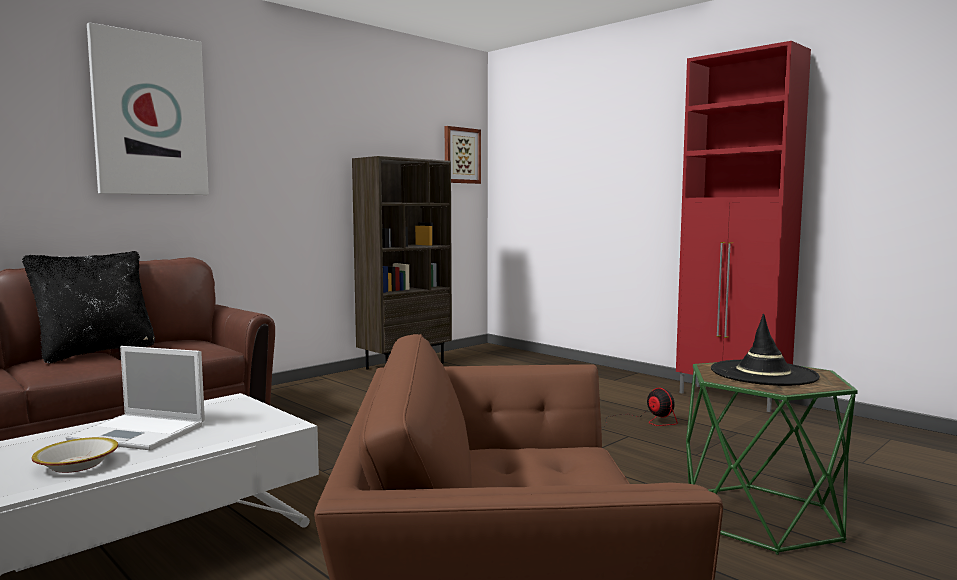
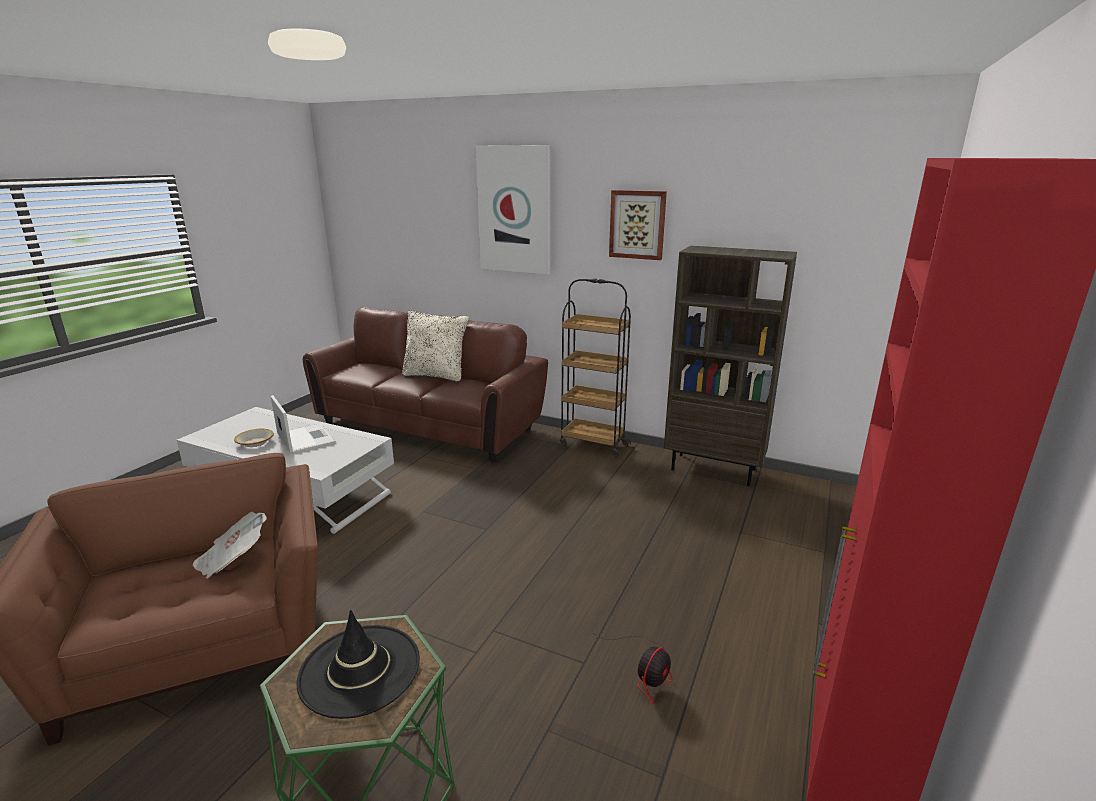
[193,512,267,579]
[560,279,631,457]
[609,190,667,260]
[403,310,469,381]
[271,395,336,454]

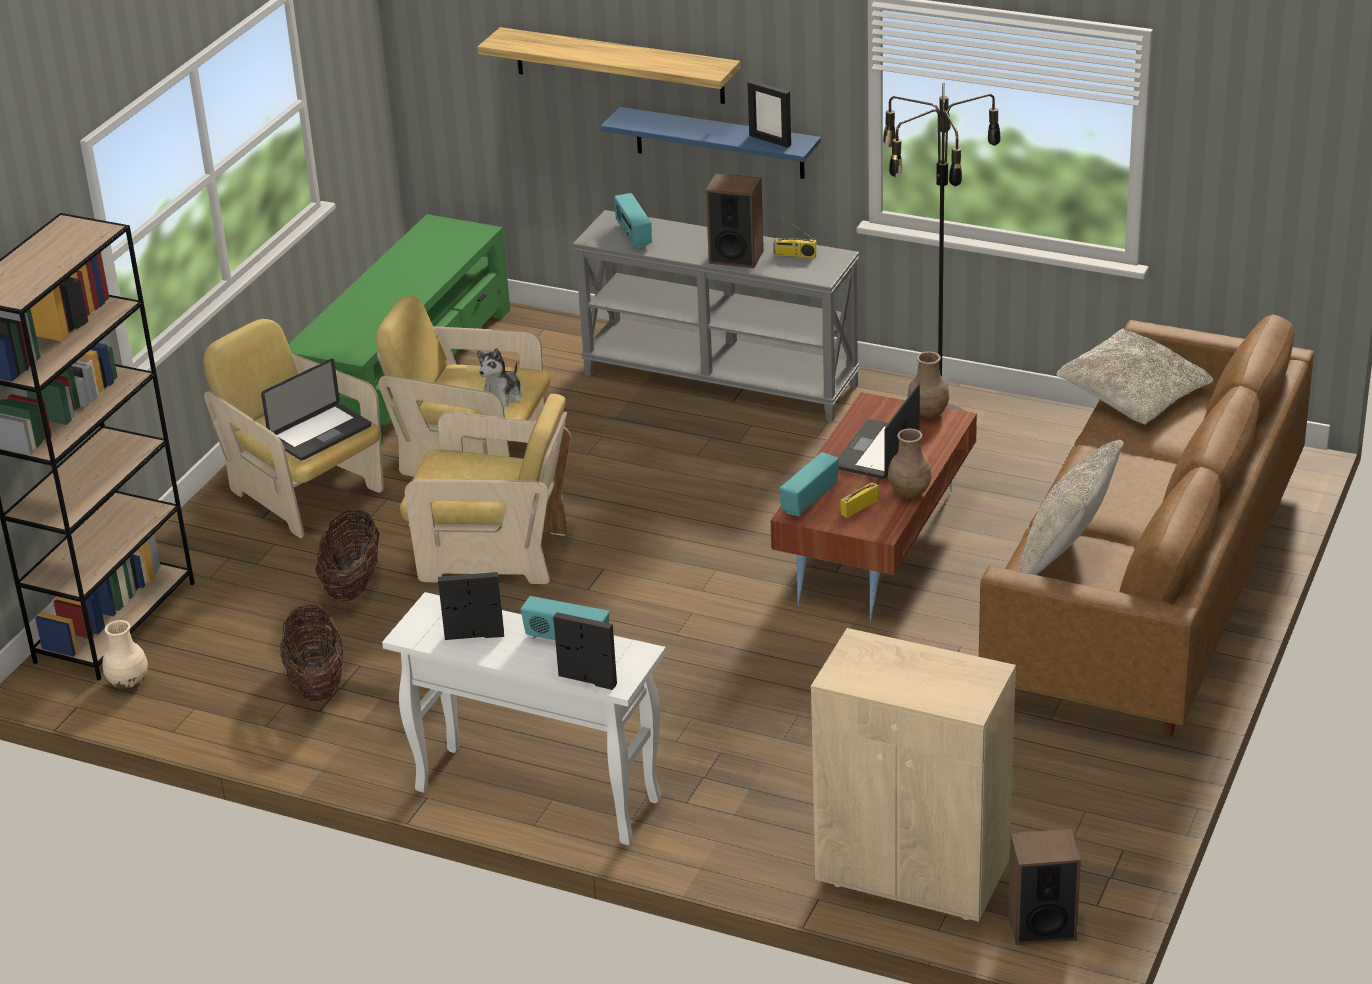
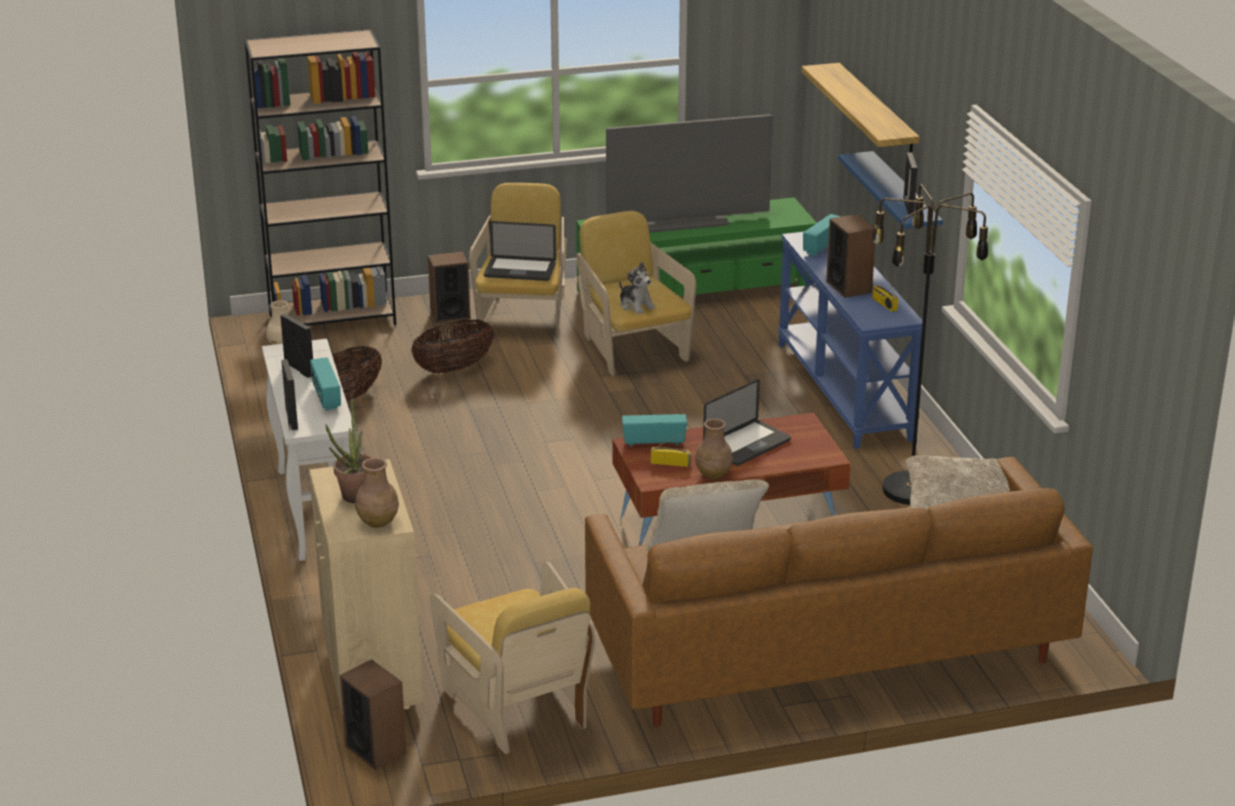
[325,394,372,503]
[428,251,470,323]
[606,114,773,233]
[430,562,596,754]
[355,458,399,528]
[777,232,923,449]
[619,262,655,314]
[703,379,791,466]

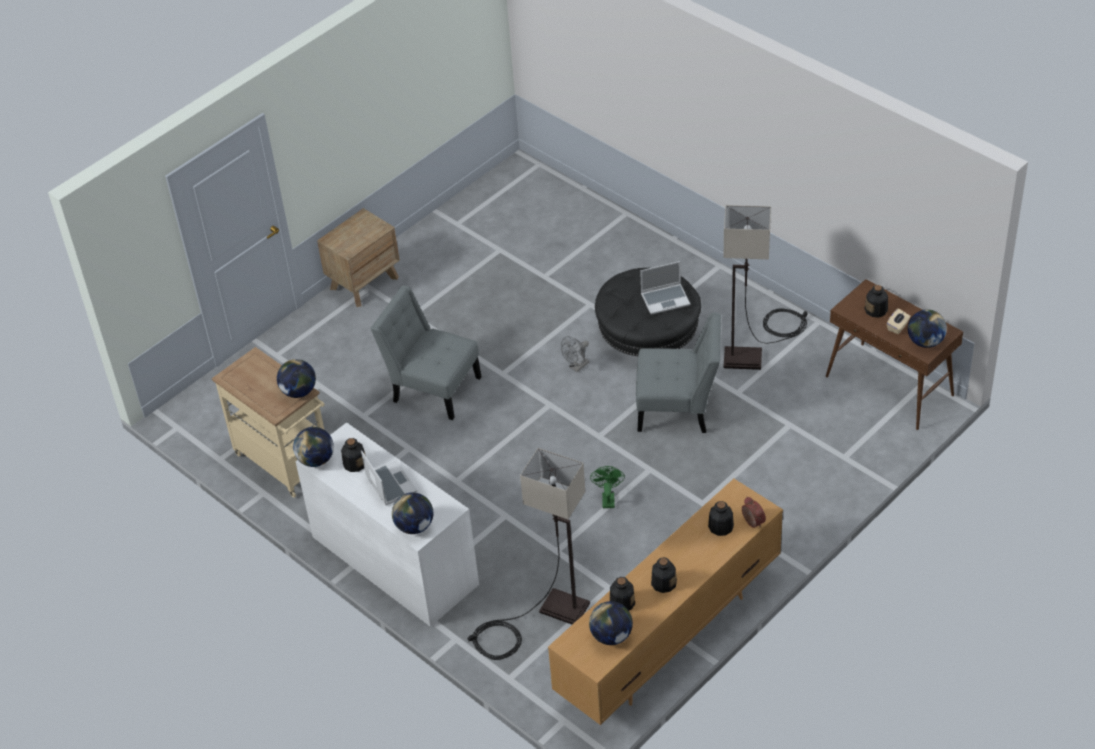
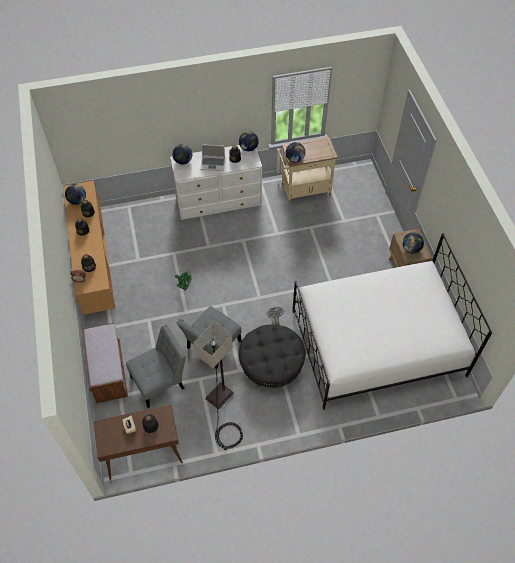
[468,448,590,660] (first image)
[640,261,690,315] (first image)
[82,323,128,403]
[292,233,492,410]
[126,325,186,408]
[402,232,424,254]

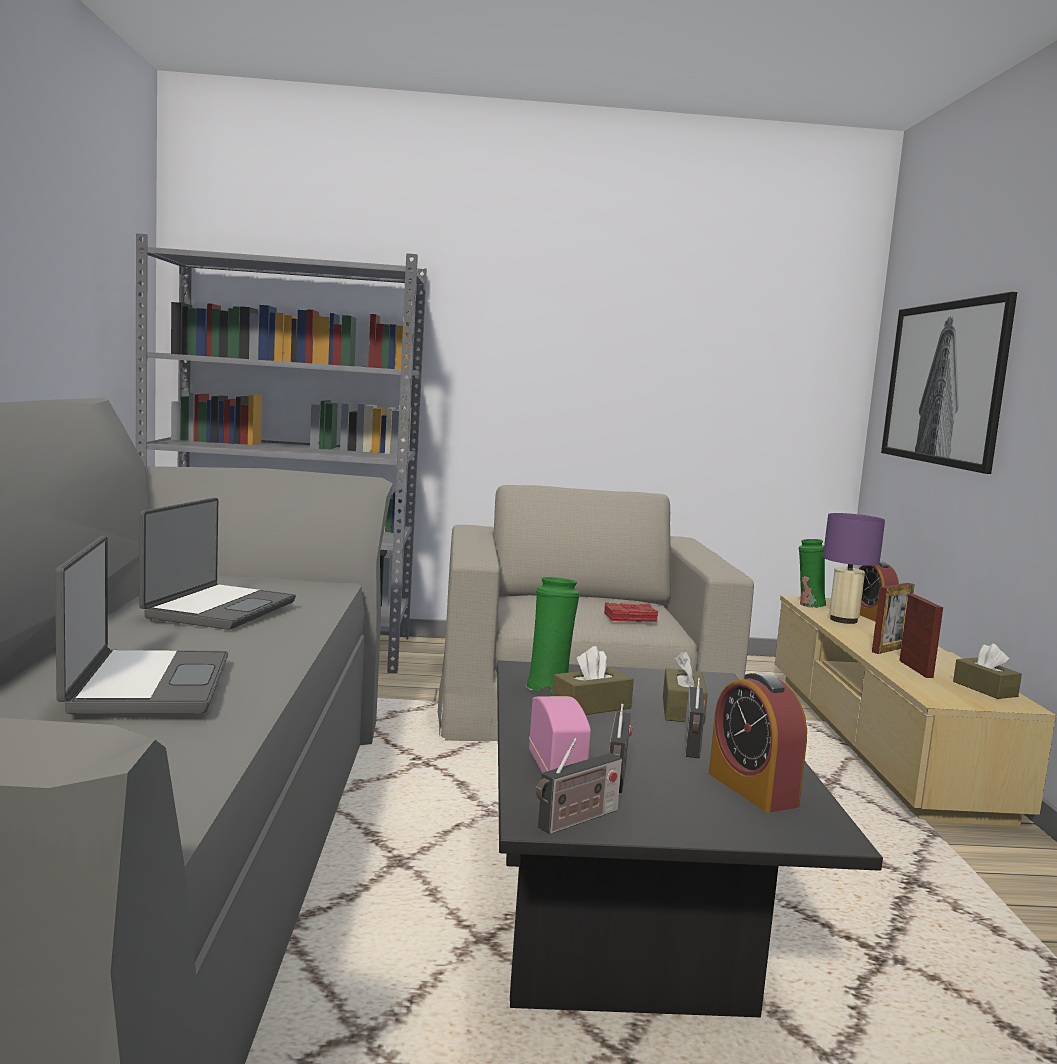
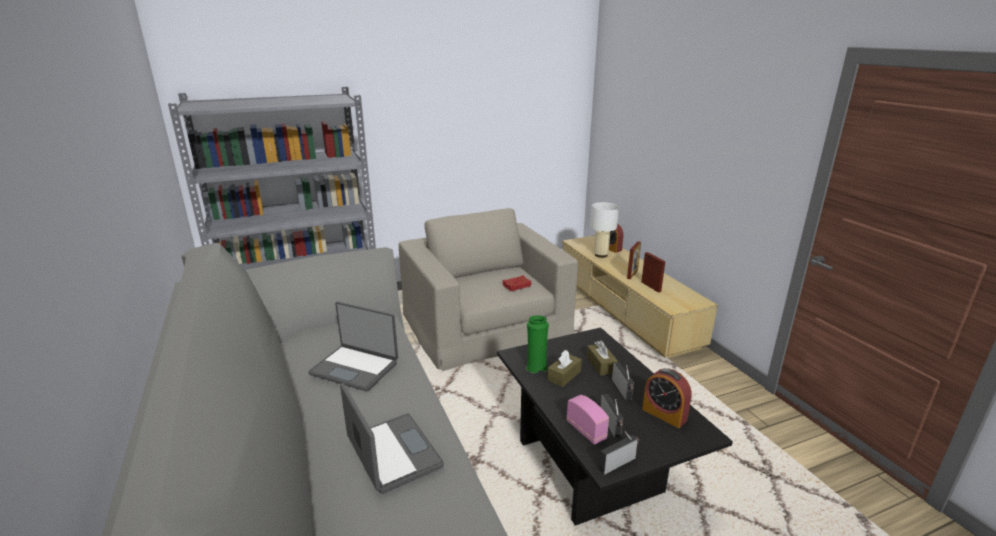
[799,539,827,608] (first image)
[881,292,1017,474] (first image)
[953,644,1022,699] (first image)
[590,202,619,258]
[308,301,398,392]
[599,431,639,475]

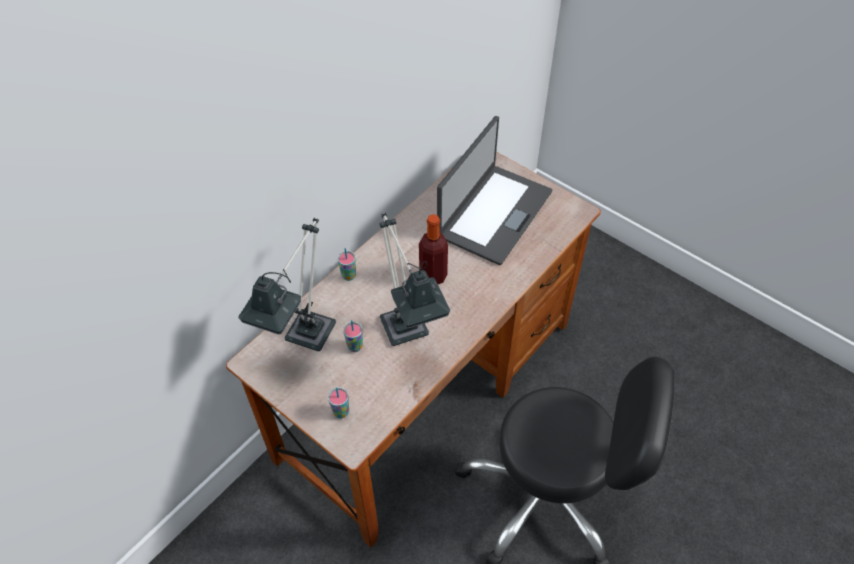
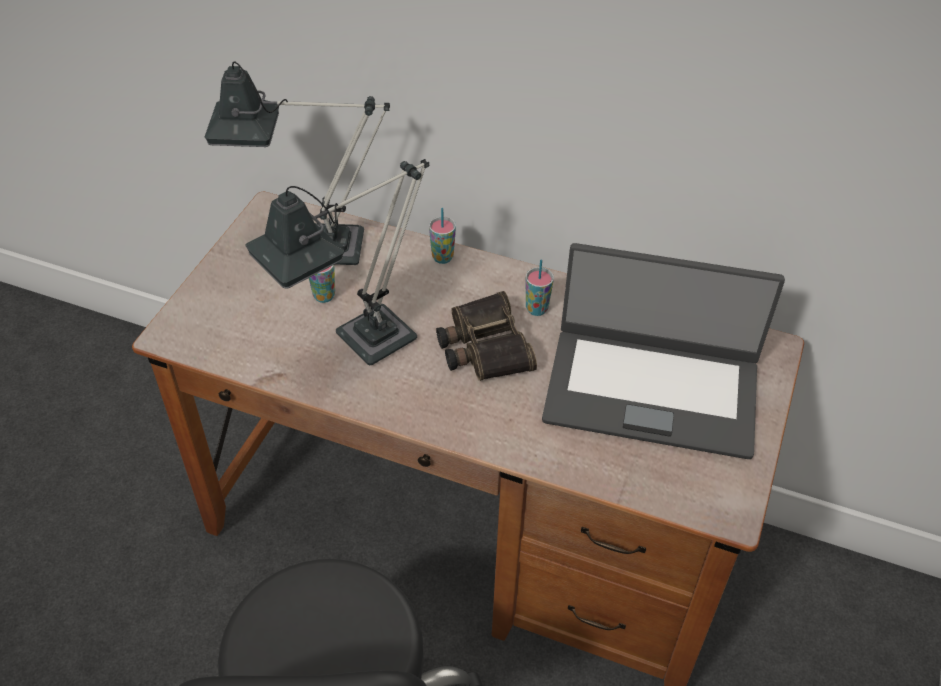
[526,259,554,316]
[436,291,537,381]

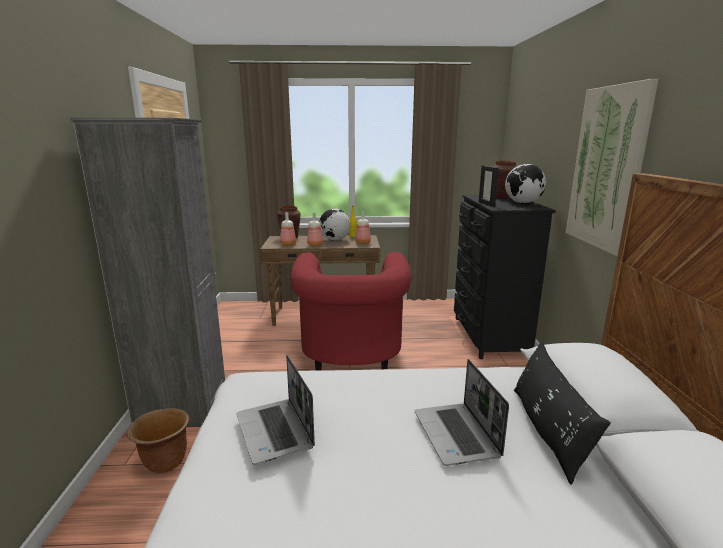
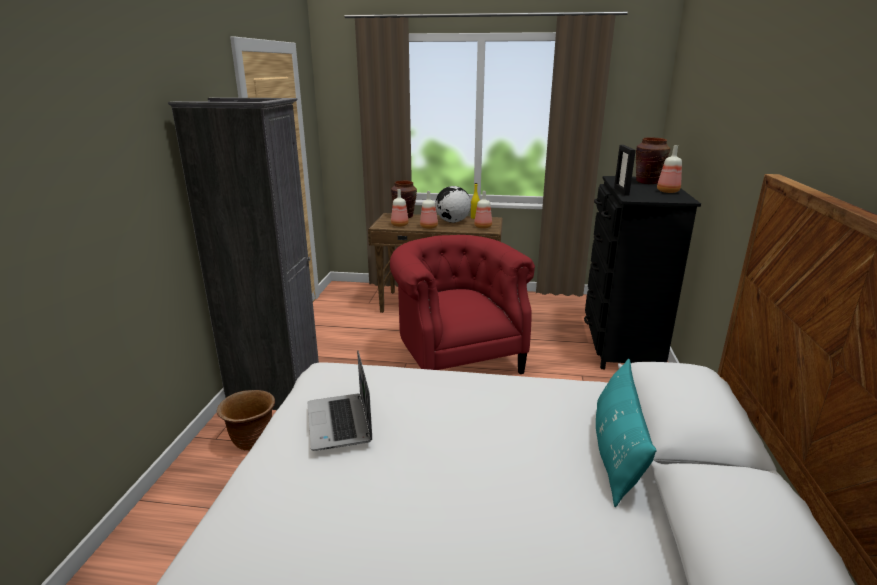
[415,359,509,466] (first image)
[566,79,659,256] (first image)
[657,145,682,193]
[596,359,657,507]
[390,235,535,374]

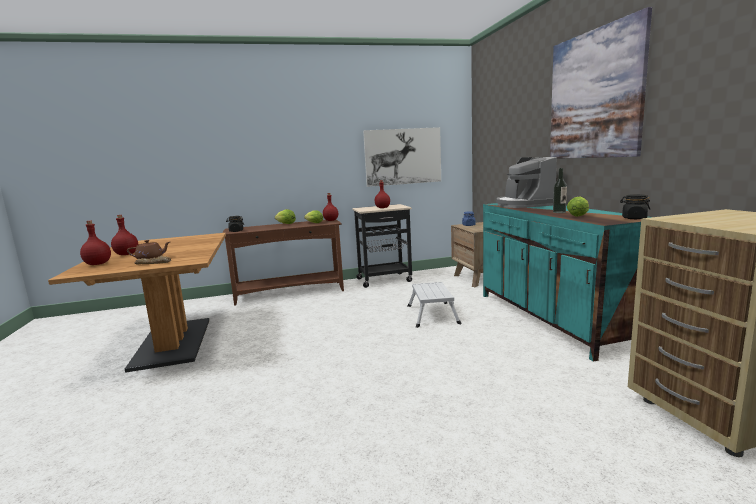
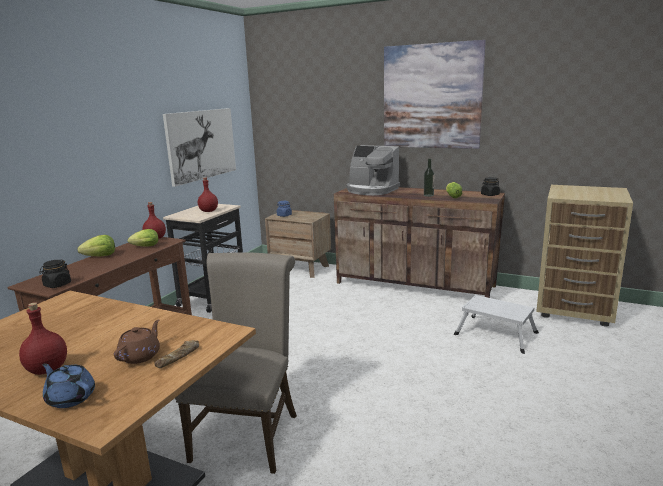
[175,252,297,474]
[454,295,539,354]
[43,363,95,408]
[334,187,505,298]

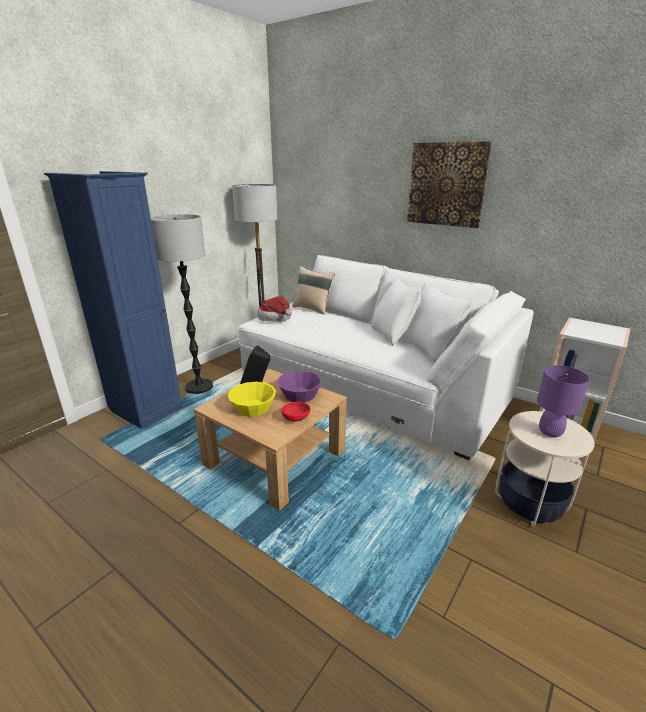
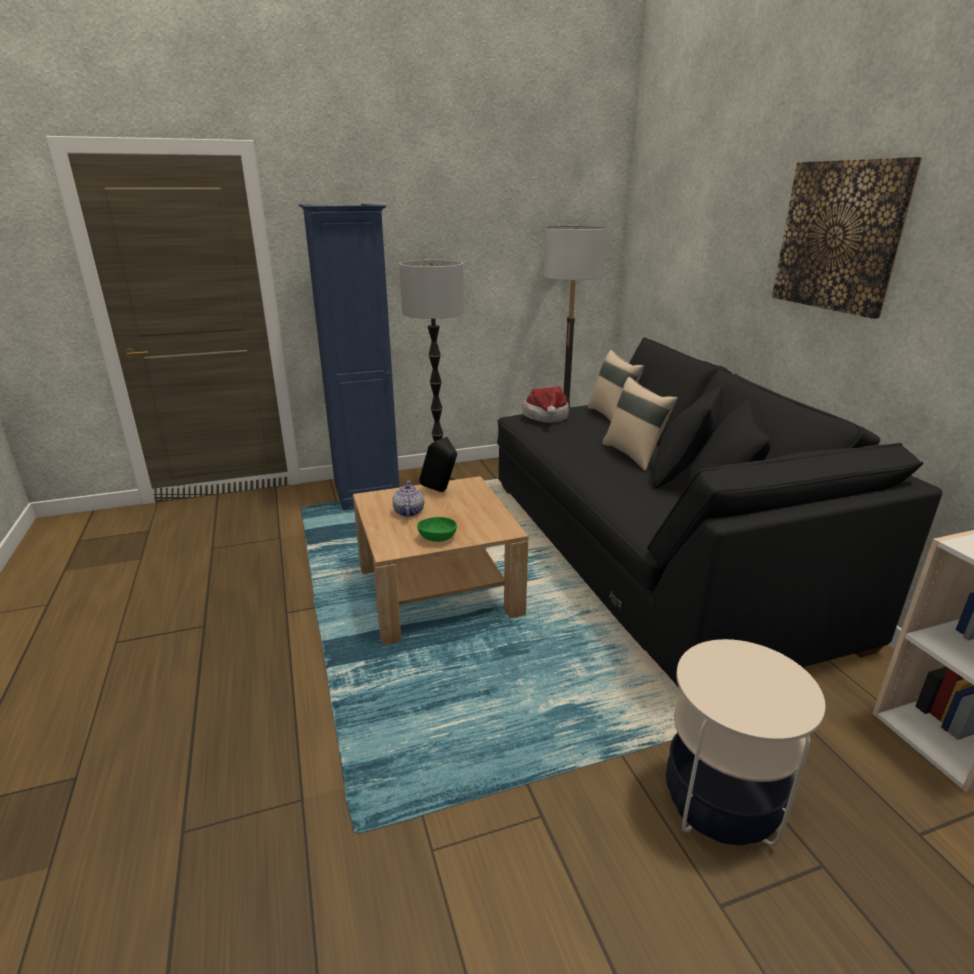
[277,370,322,403] (first image)
[537,365,590,437] (first image)
[602,377,678,471]
[392,481,424,517]
[497,338,942,688]
[417,517,457,542]

